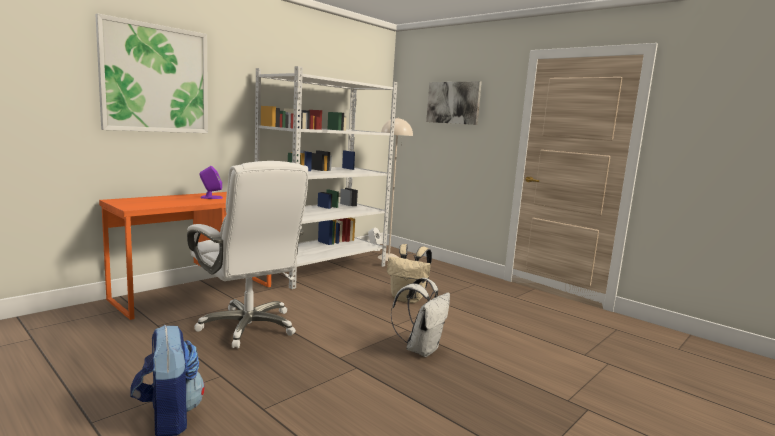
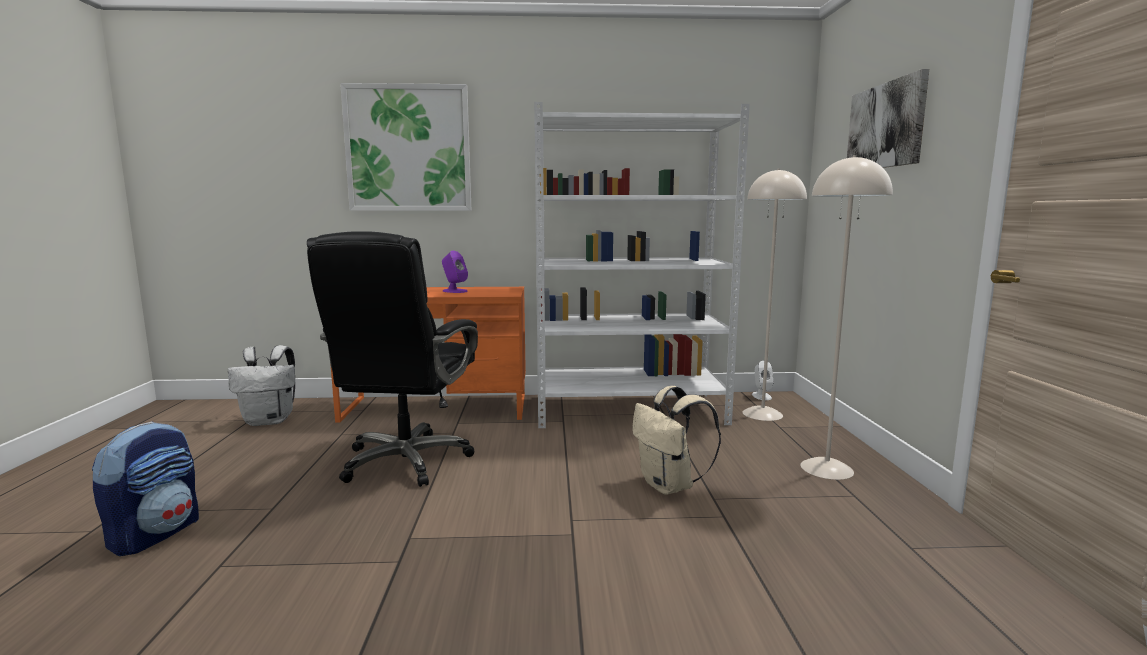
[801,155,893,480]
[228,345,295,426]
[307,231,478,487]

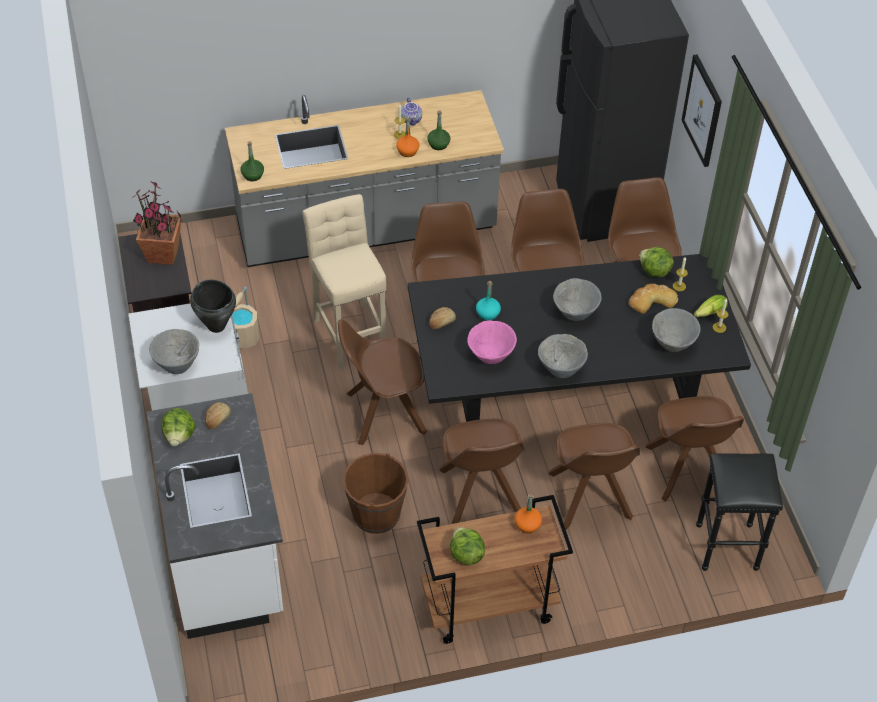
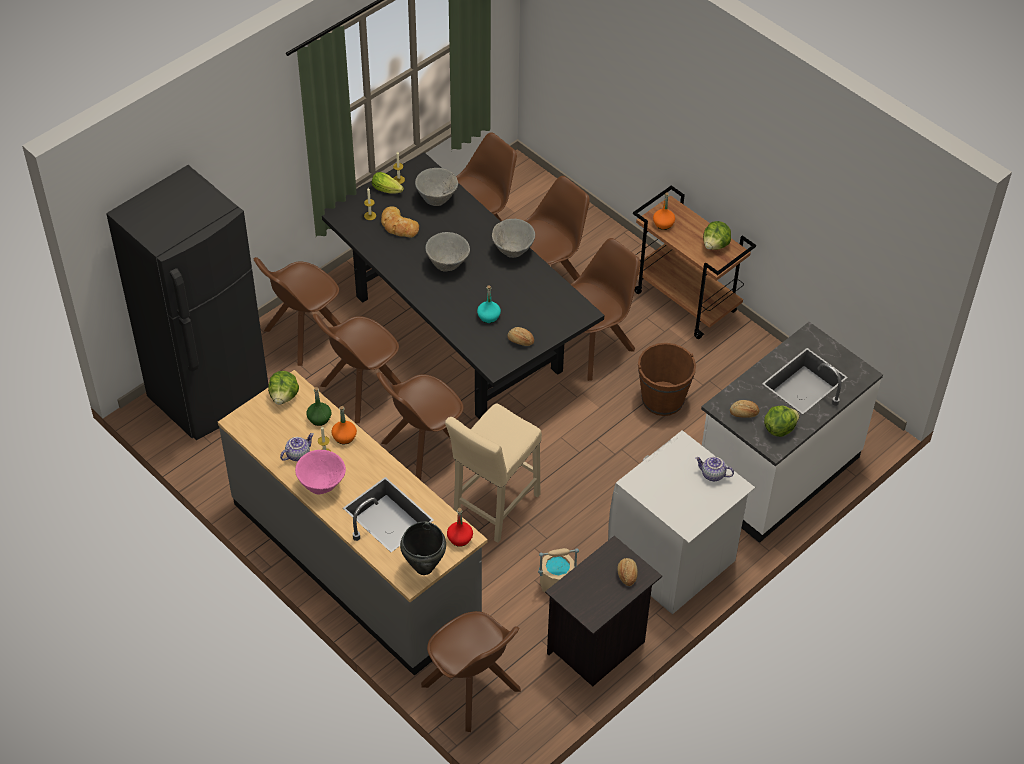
[132,181,183,265] (first image)
[681,54,722,167] (first image)
[696,453,783,571] (first image)
[617,558,638,586]
[400,522,446,575]
[421,611,521,732]
[295,450,346,494]
[268,371,299,405]
[695,457,734,481]
[447,508,473,547]

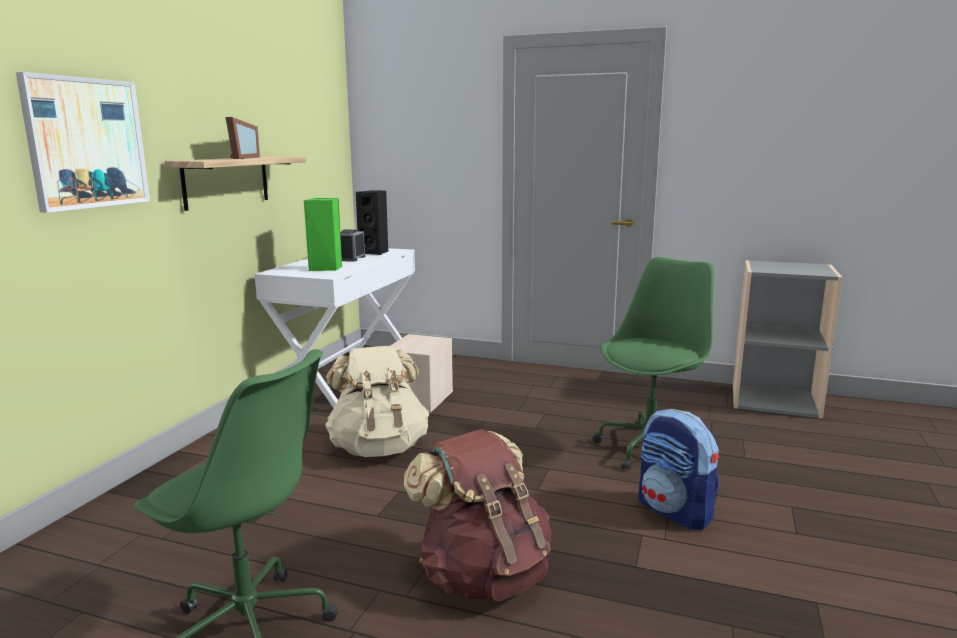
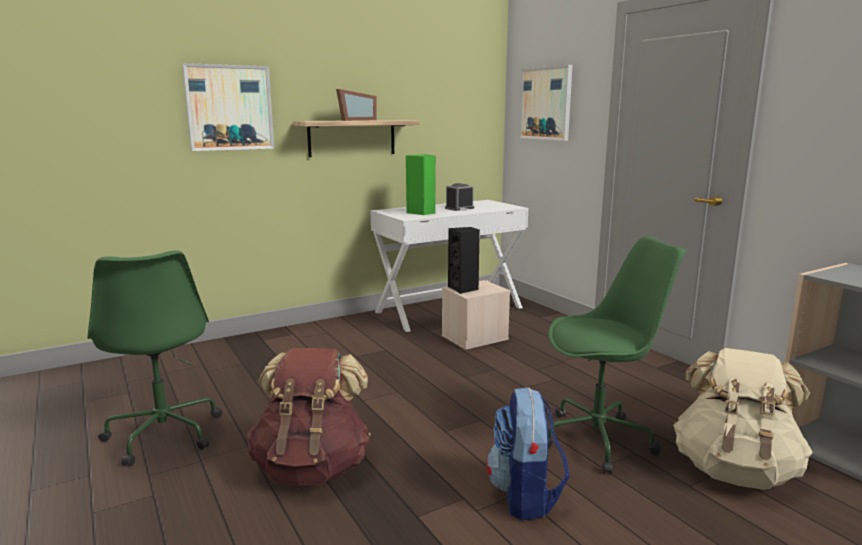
[519,65,573,141]
[673,348,813,490]
[448,227,480,294]

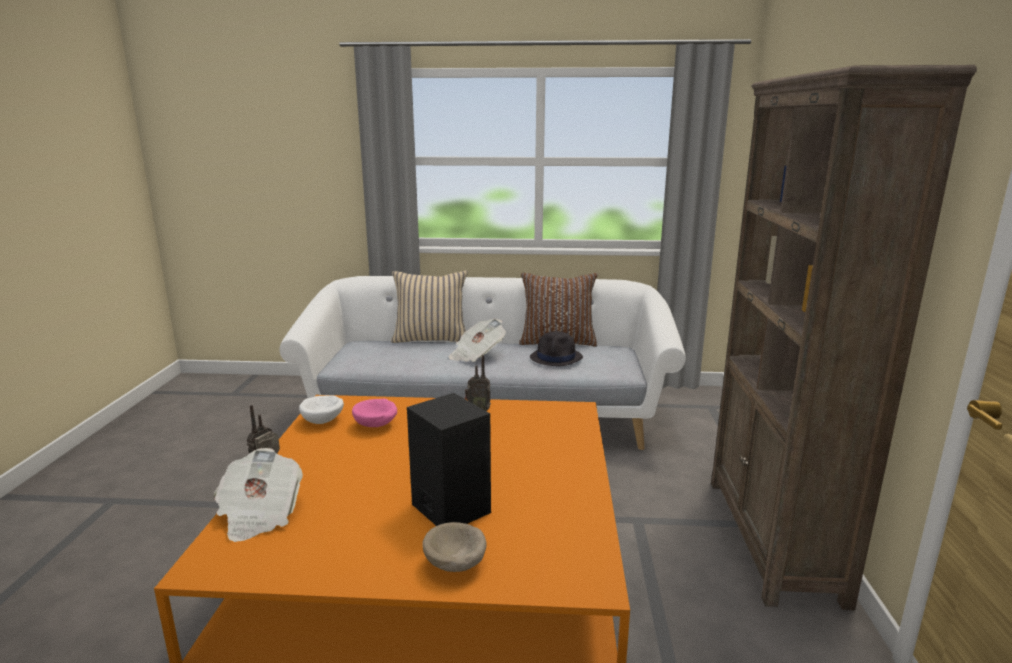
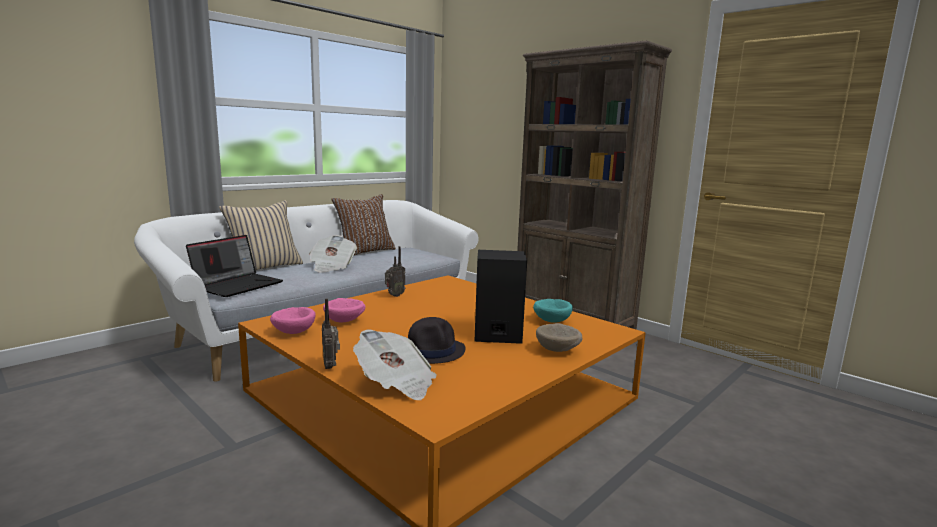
[186,235,283,297]
[533,299,573,323]
[408,317,466,364]
[270,307,316,334]

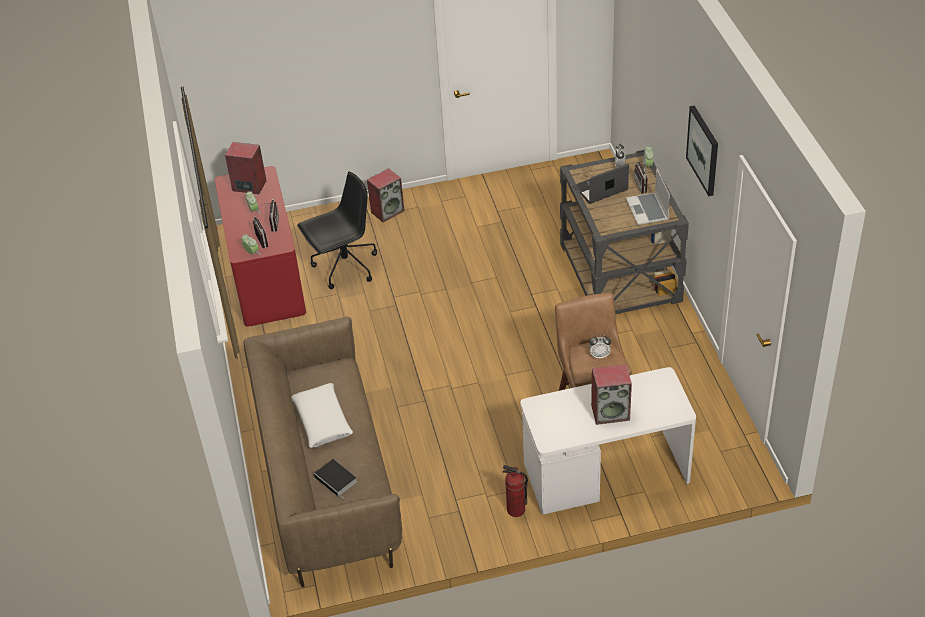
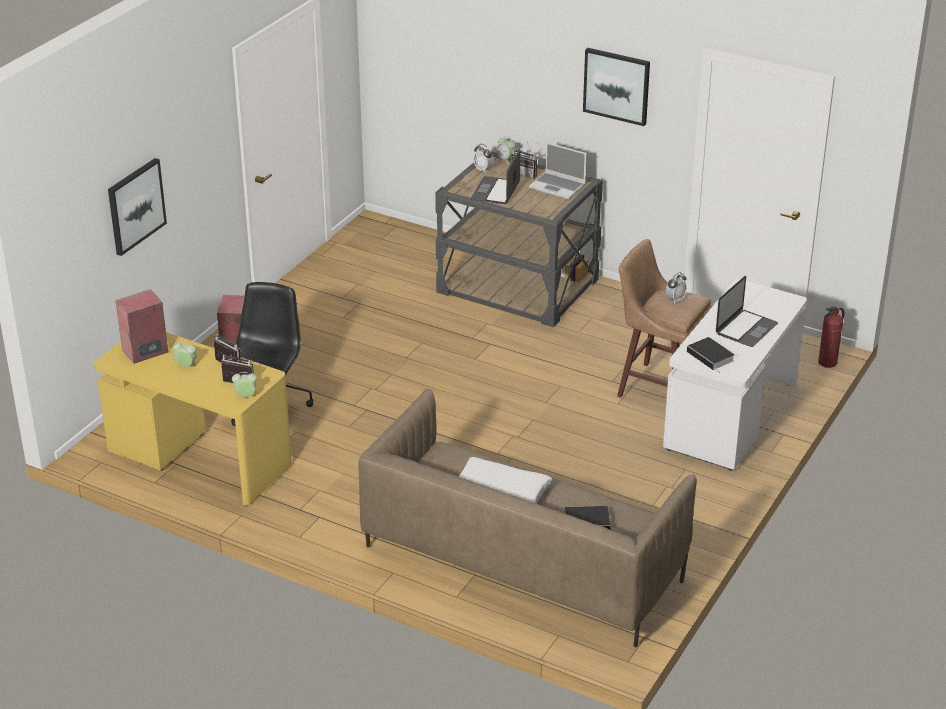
[108,158,167,256]
[687,337,735,373]
[818,306,844,368]
[716,276,778,347]
[94,332,292,505]

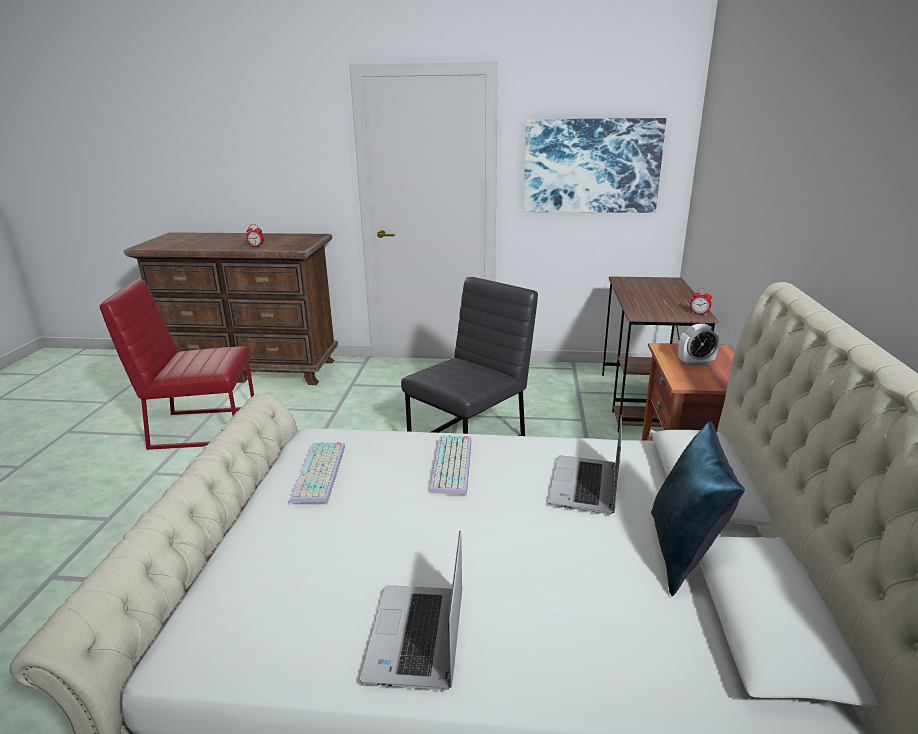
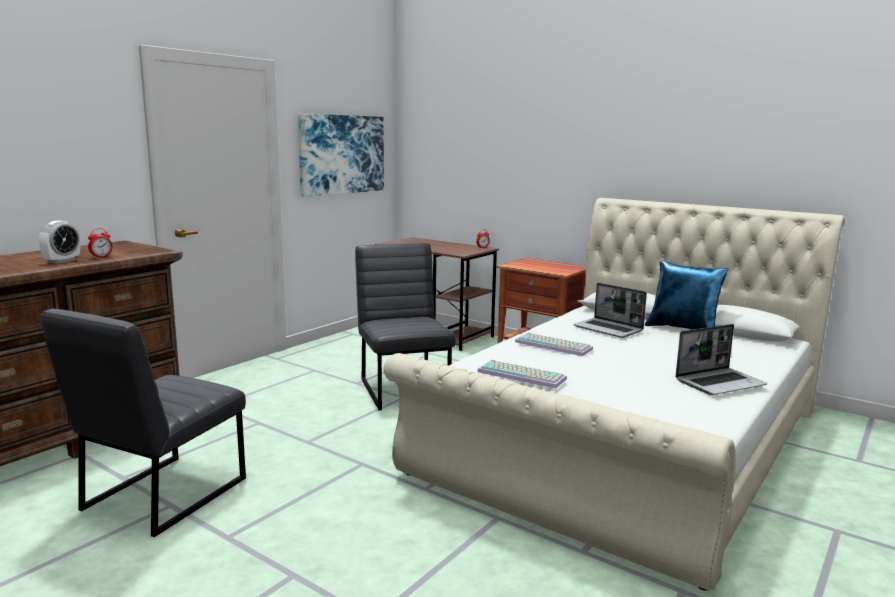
[39,221,80,264]
[40,309,246,537]
[675,324,767,395]

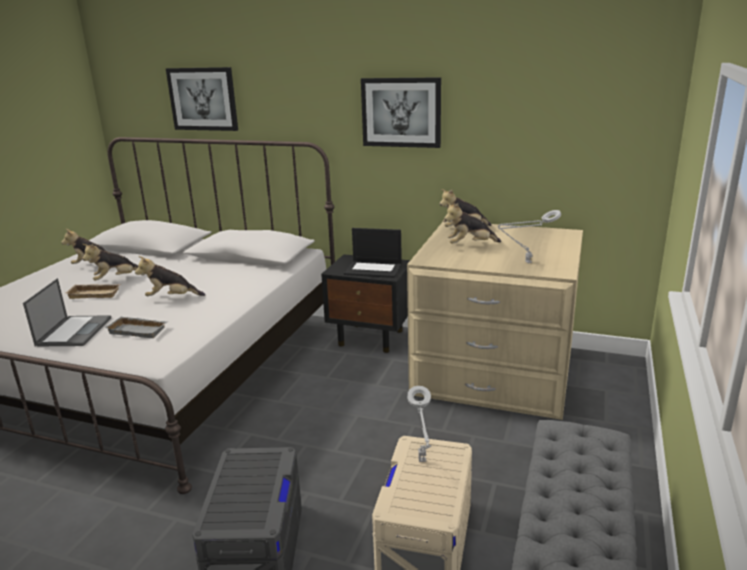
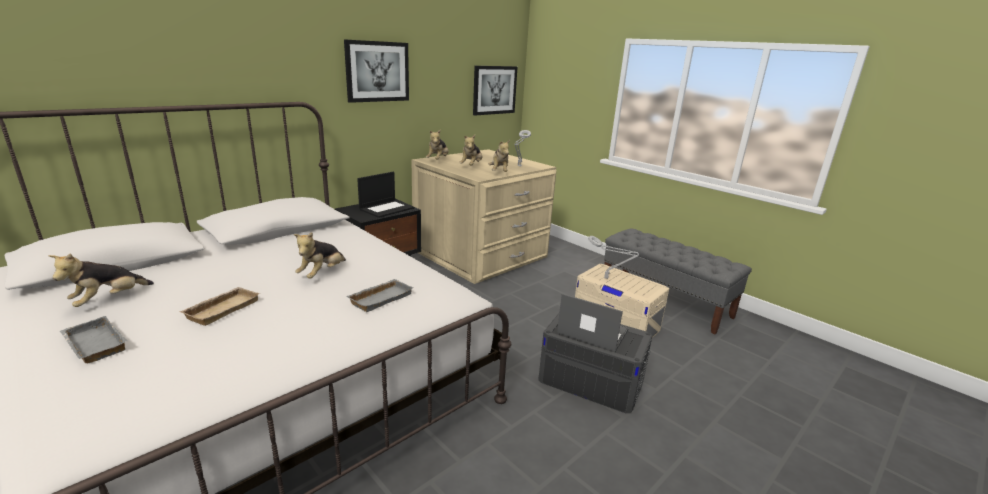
[60,316,128,363]
[557,294,629,352]
[488,140,510,172]
[473,66,517,115]

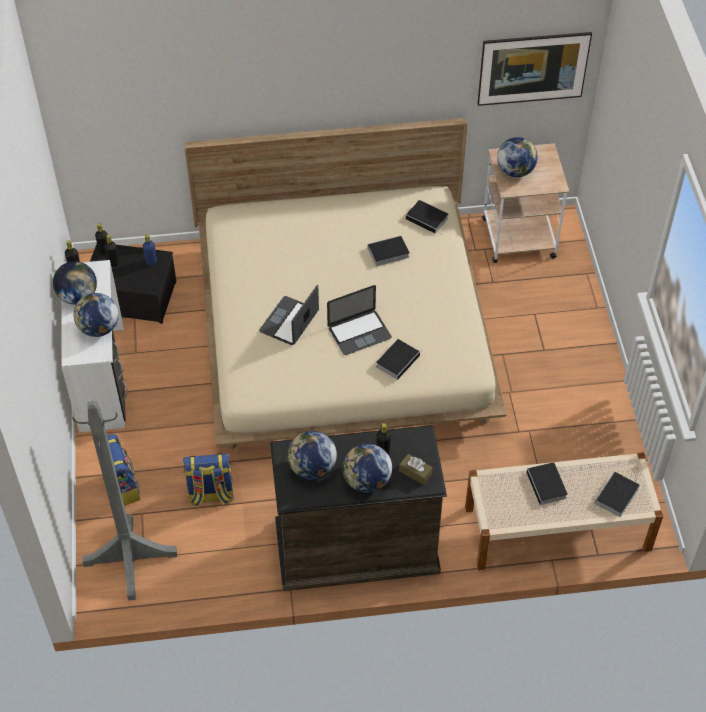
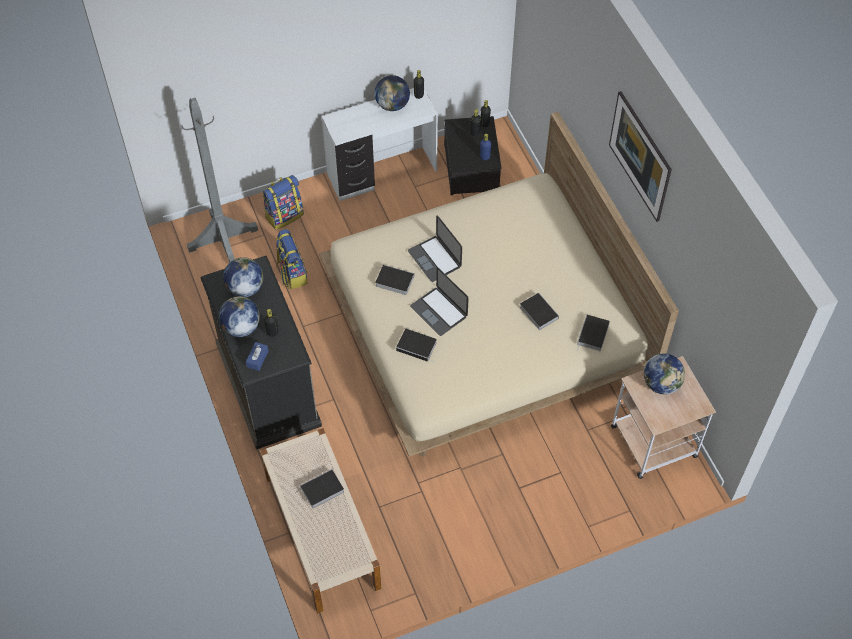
[74,293,119,337] (first image)
[609,91,672,222]
[375,265,414,295]
[246,342,268,371]
[408,215,462,282]

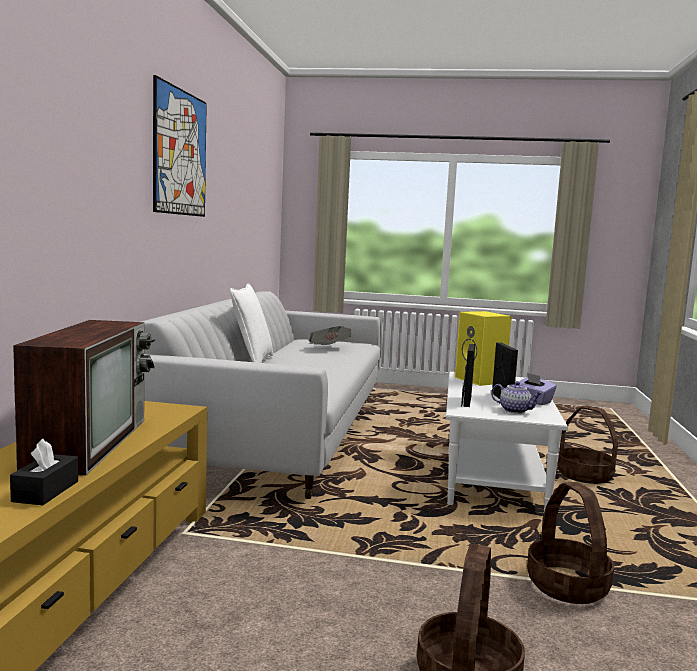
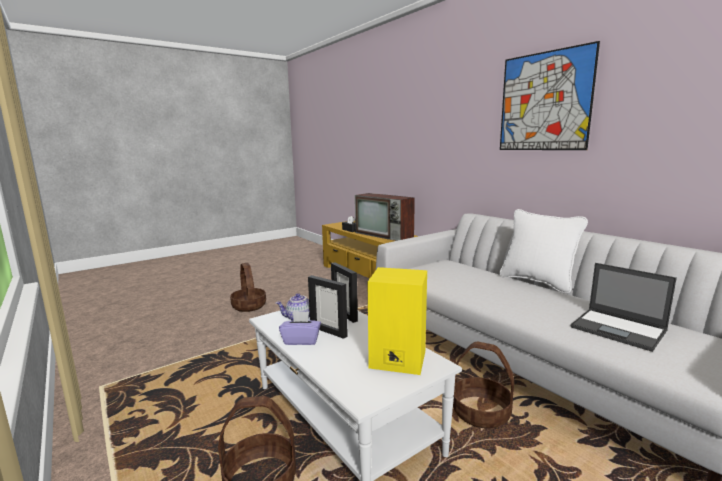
[453,342,514,429]
[571,263,677,352]

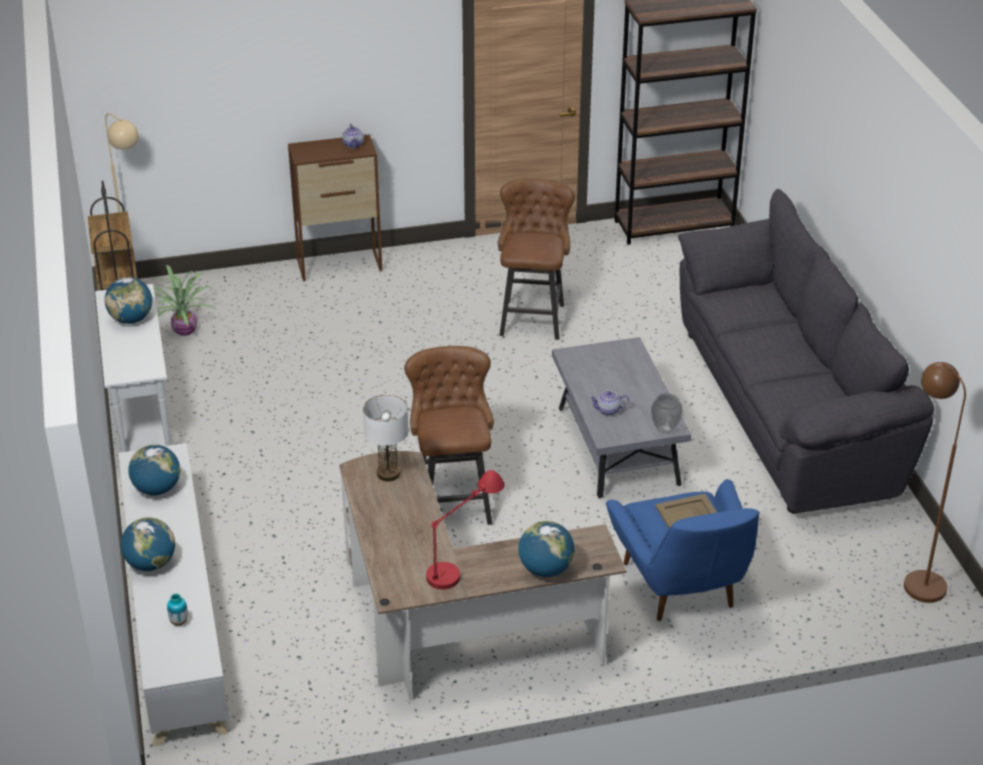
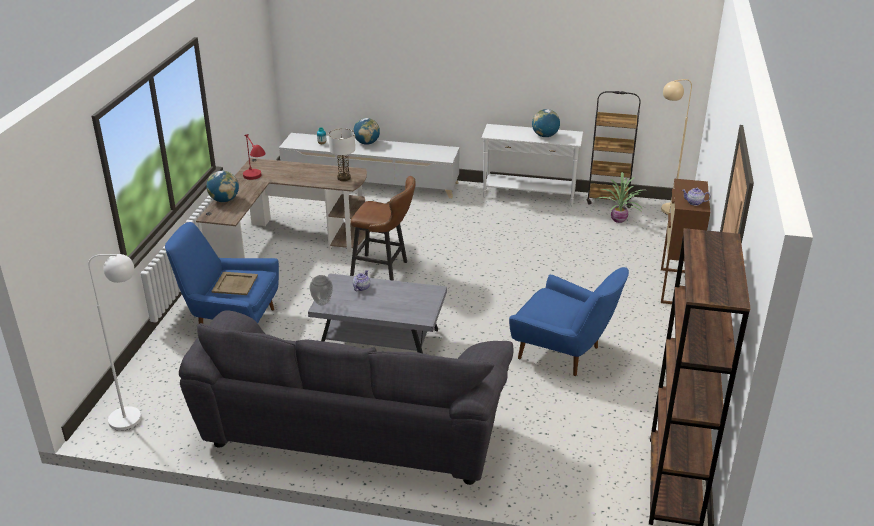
[128,445,180,495] (first image)
[509,267,629,376]
[88,254,142,431]

